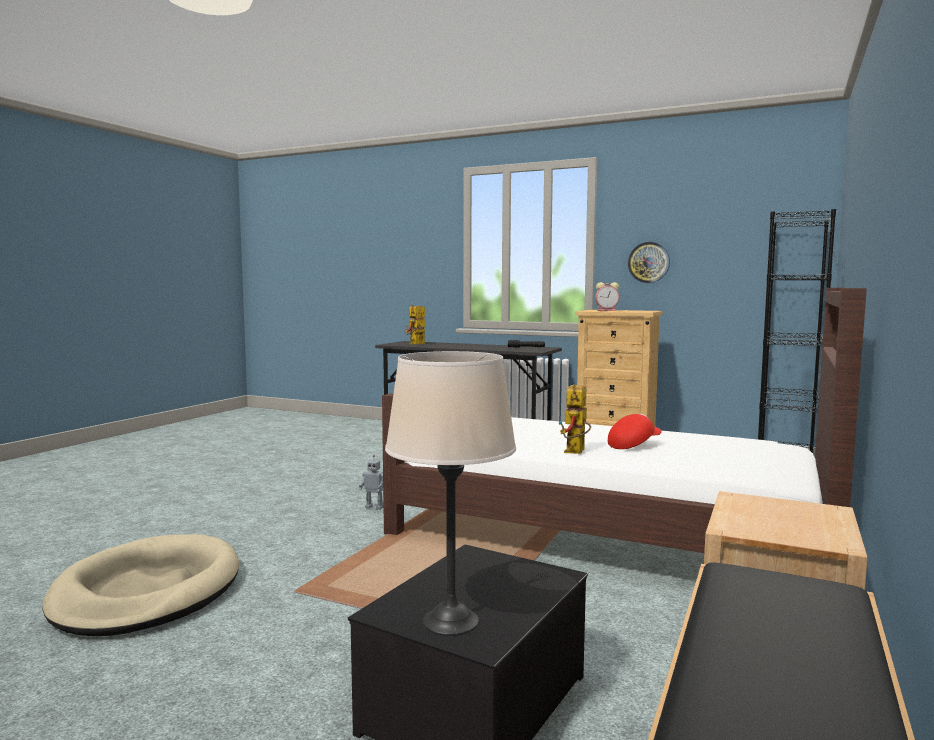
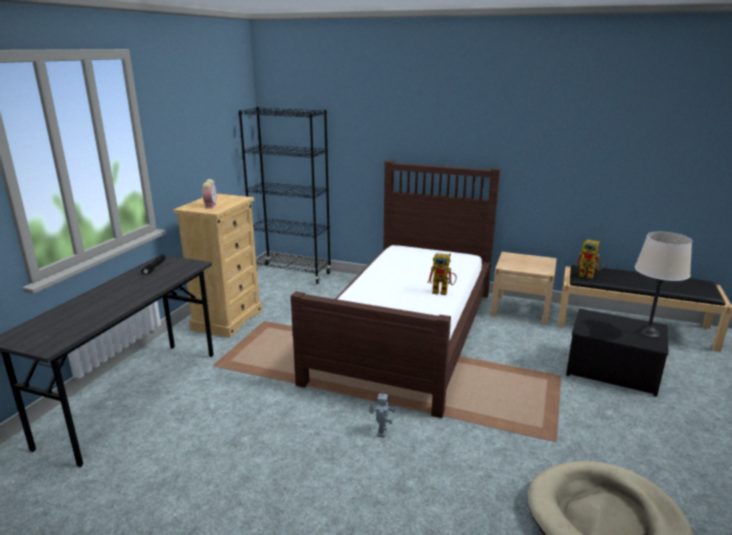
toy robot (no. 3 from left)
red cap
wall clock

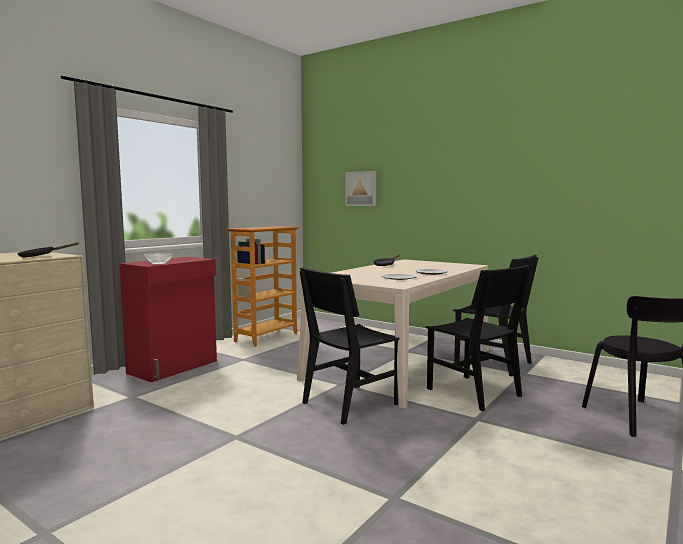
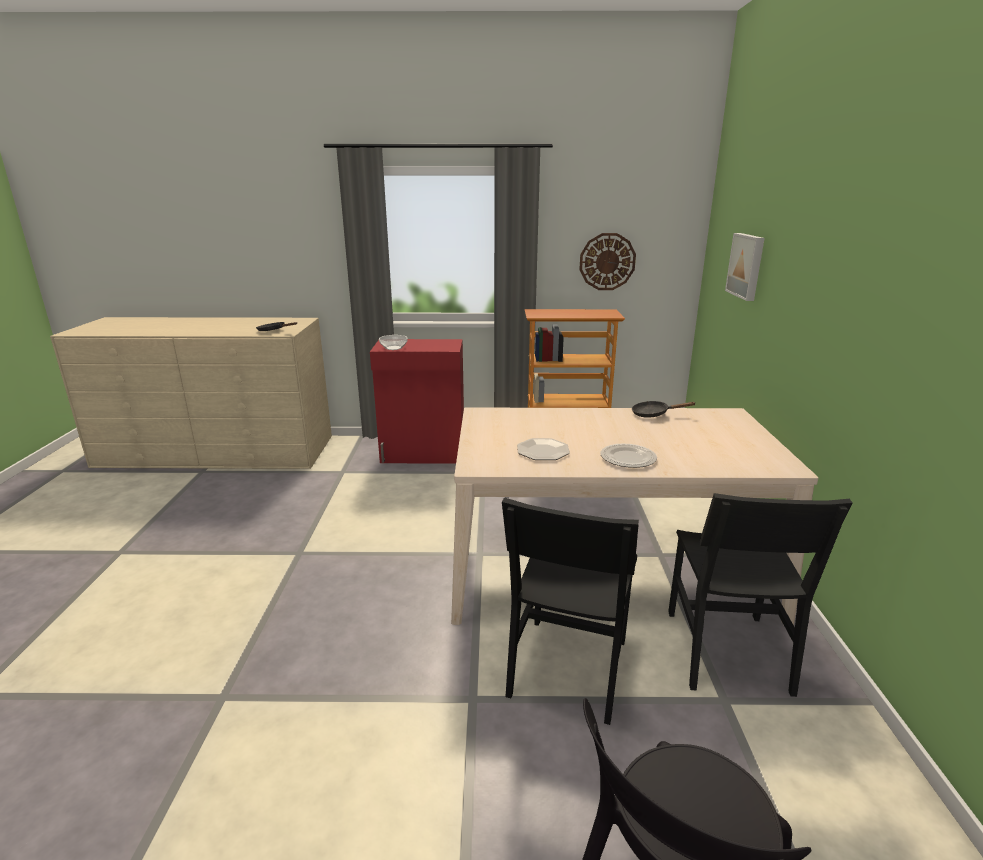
black chair (no. 1 from left in the first image)
wall clock

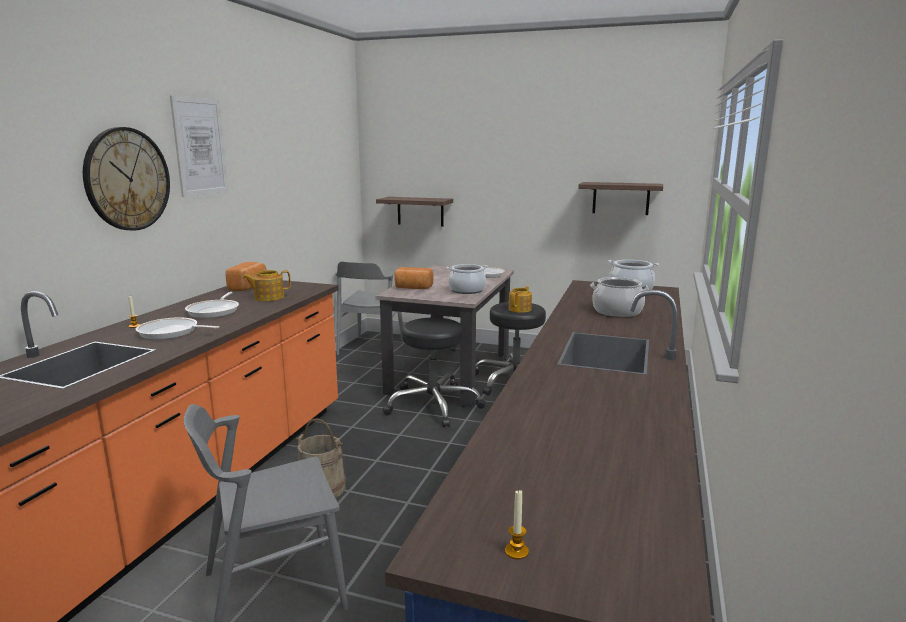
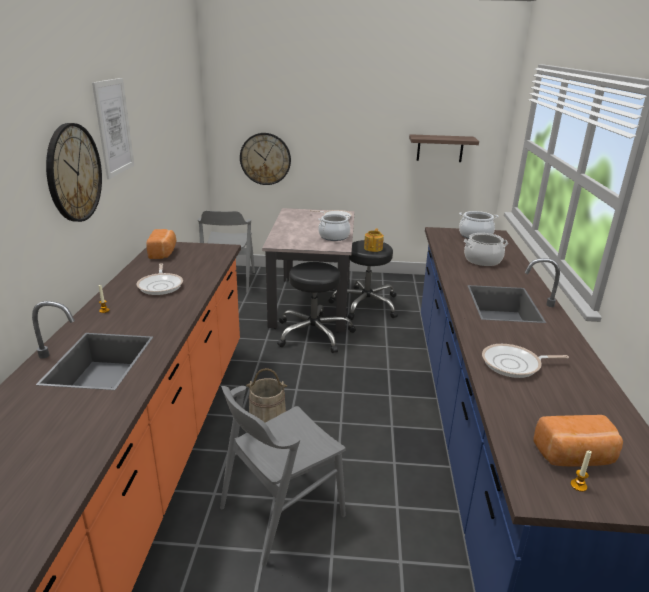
frying pan (no. 3 from left)
teapot (no. 1 from left in the first image)
wall clock (no. 2 from left)
bread (no. 2 from left)

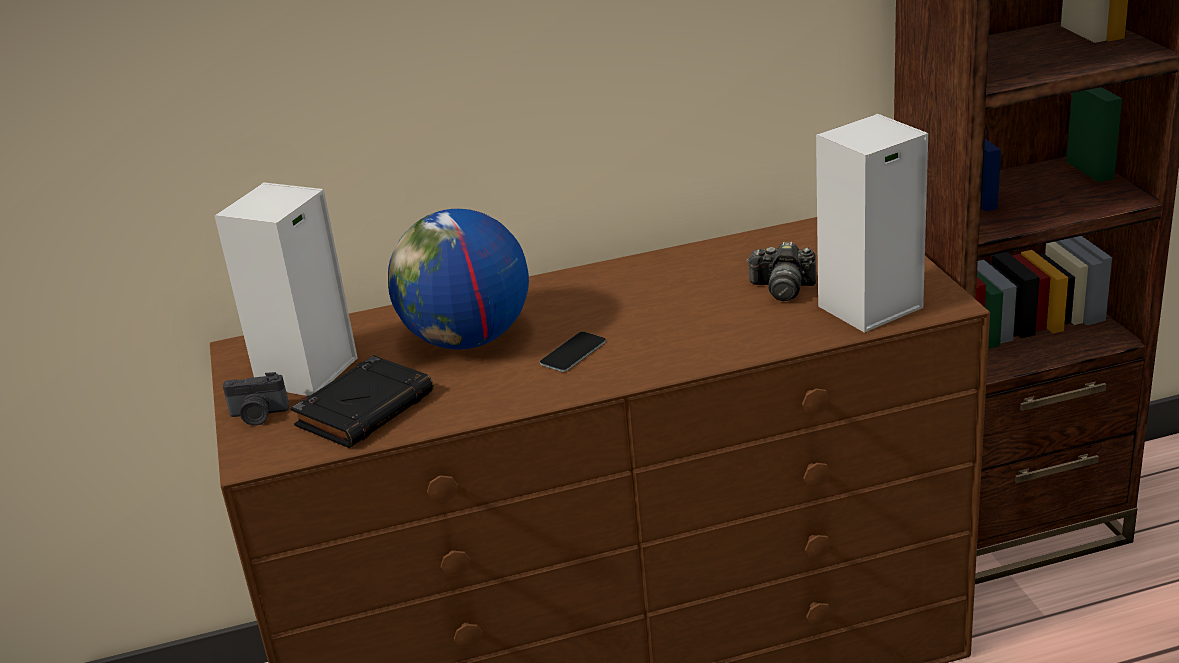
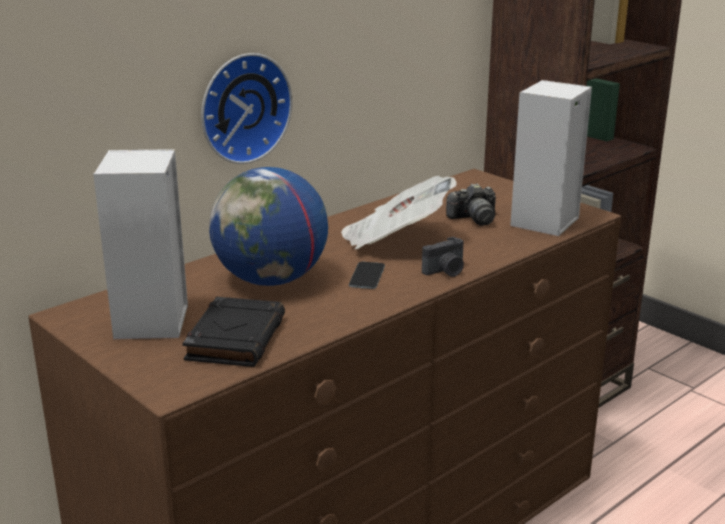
photo camera (no. 1 from left)
wall clock
newspaper

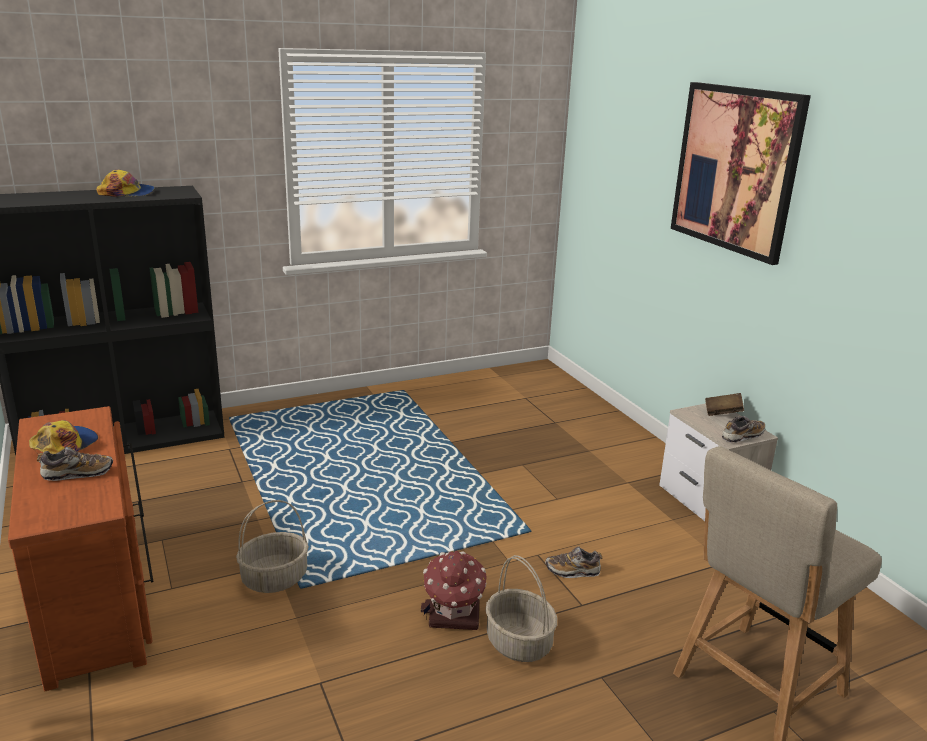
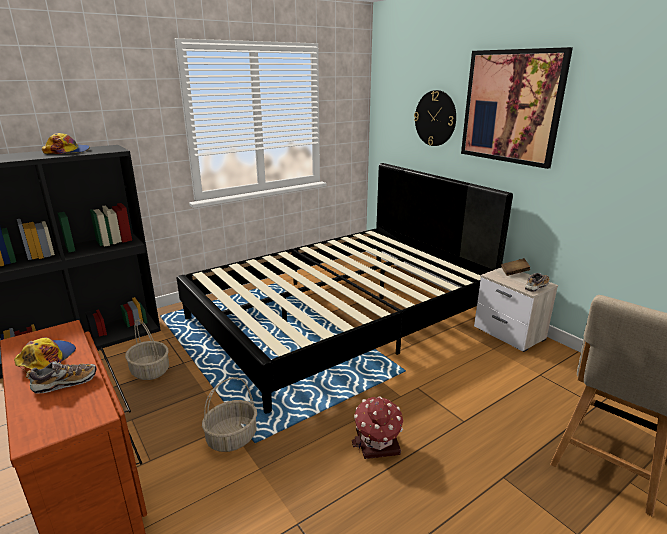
basket (no. 1 from left)
shoe (no. 2 from left in the first image)
black bed
wall clock

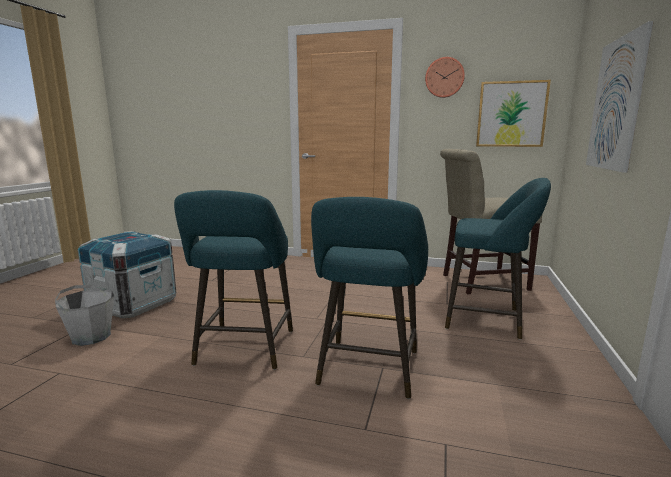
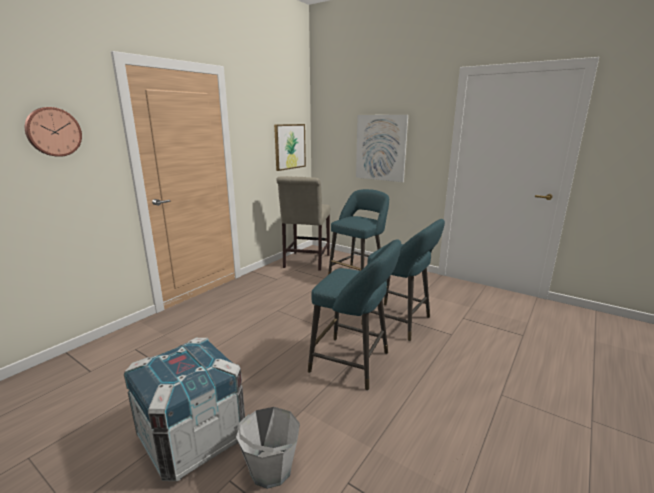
wall clock

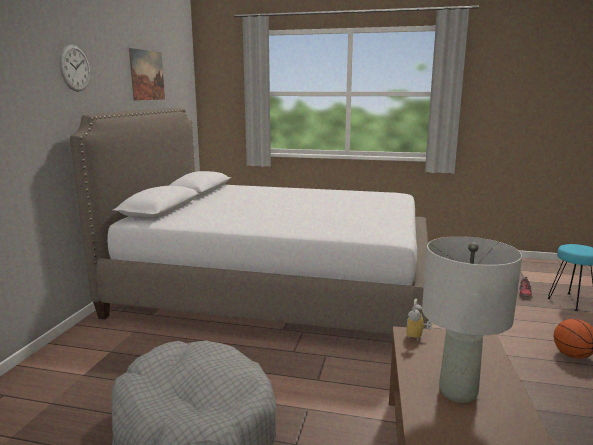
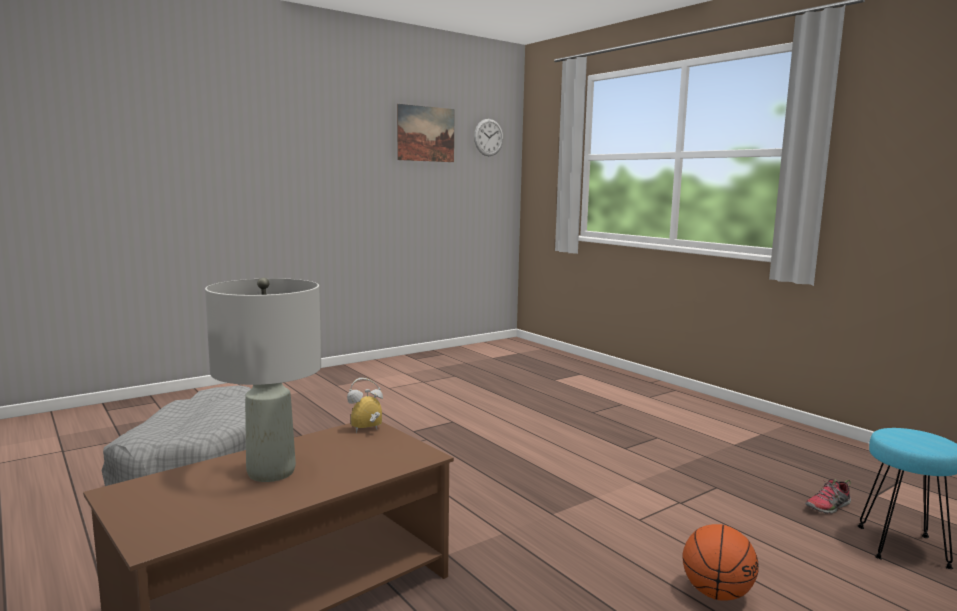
wall clock
bed

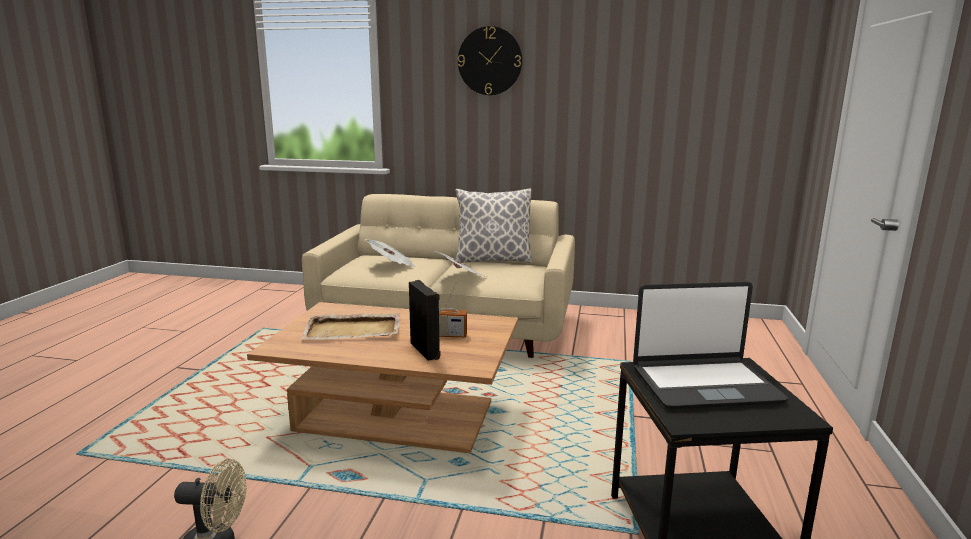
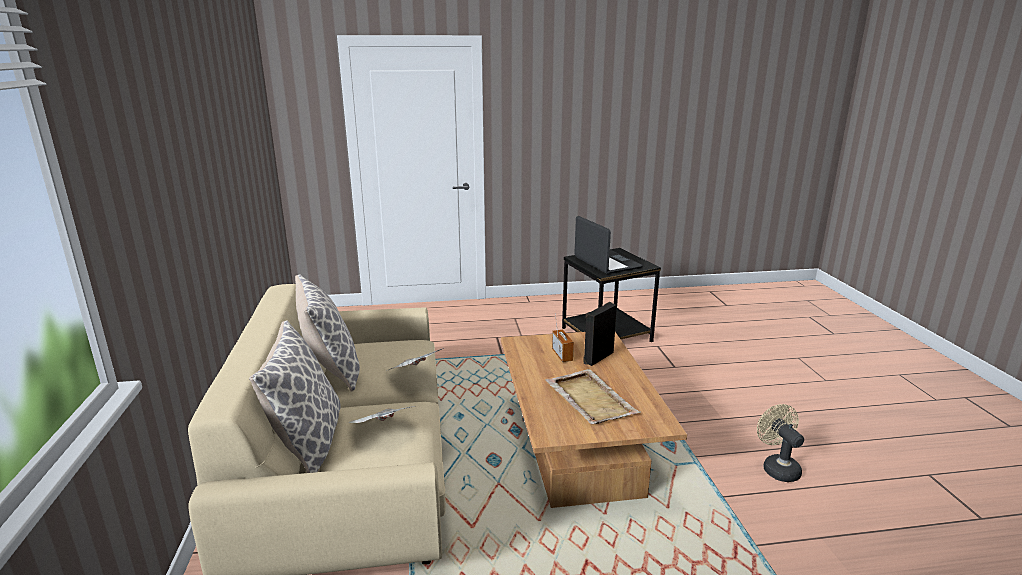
wall clock
pillow (no. 1 from left)

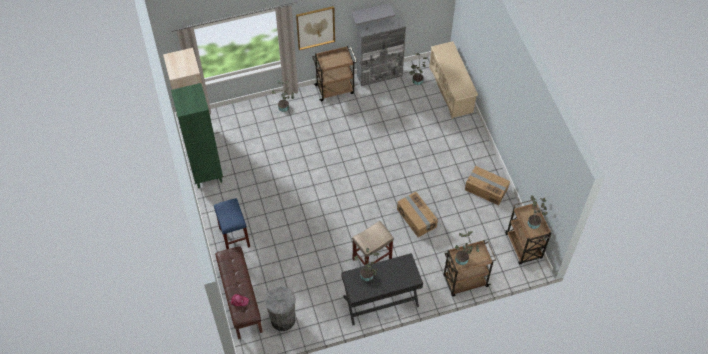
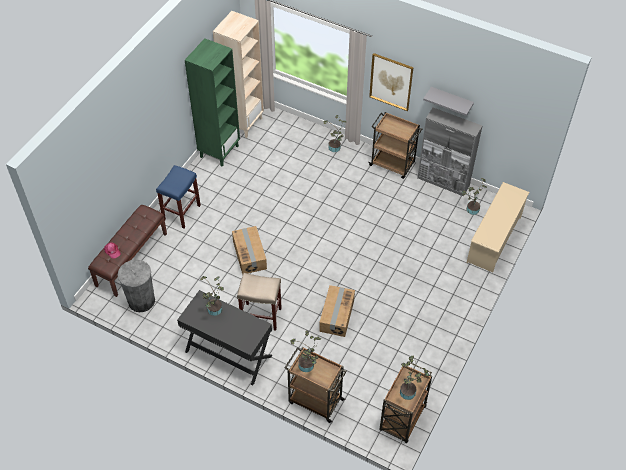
cardboard box (no. 1 from left)

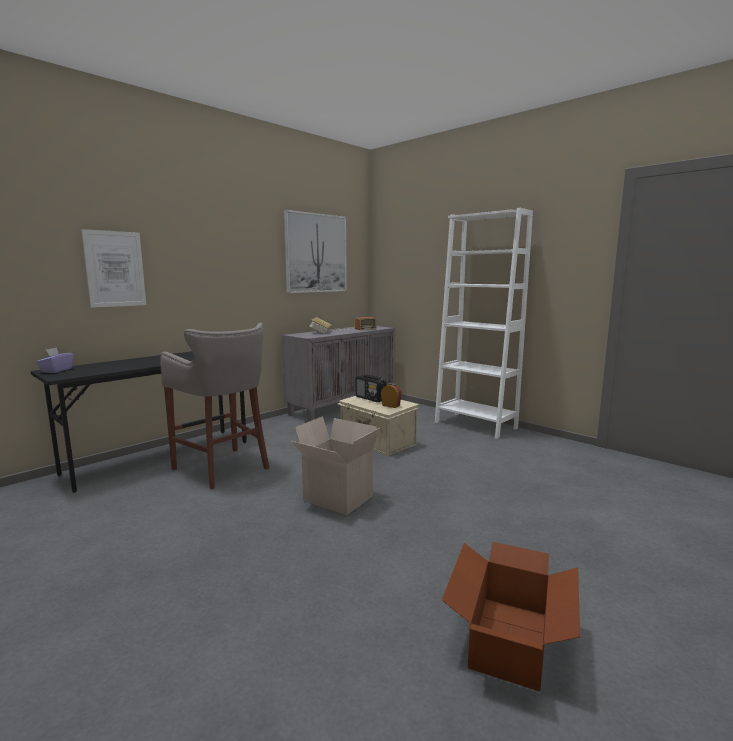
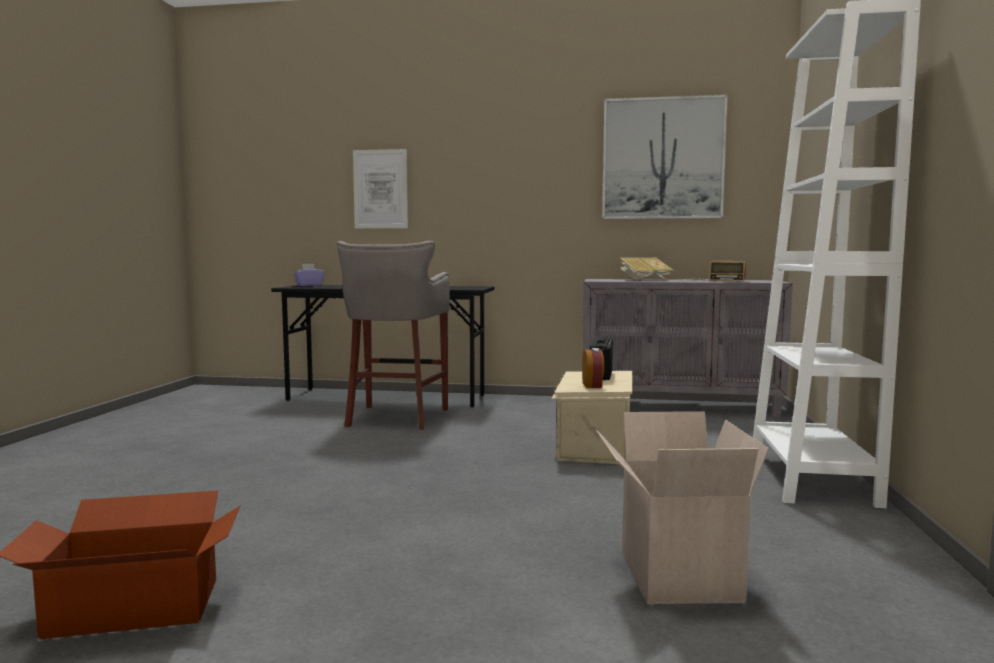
cardboard box (no. 2 from left)

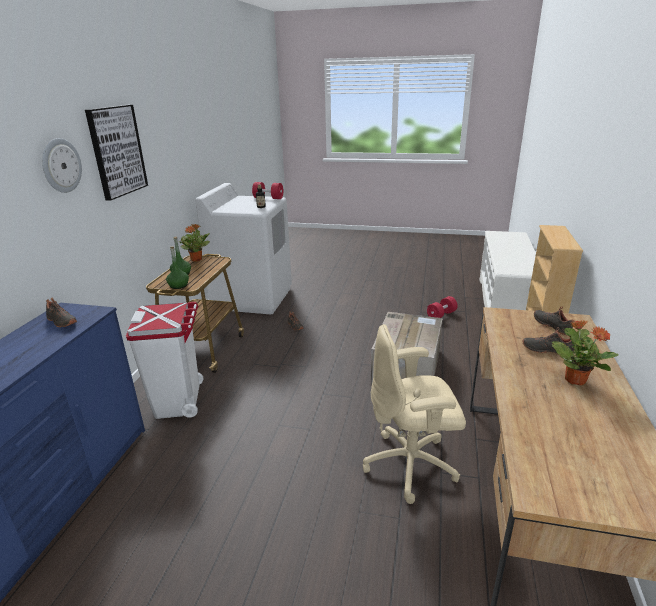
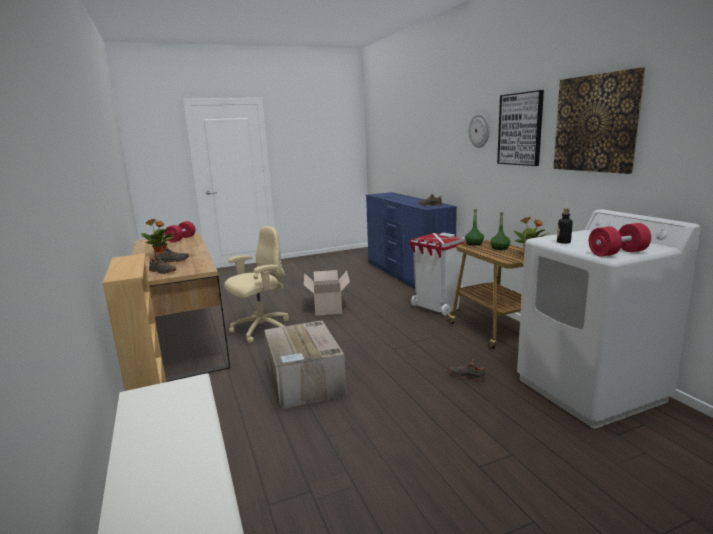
red dumbbell (no. 1 from left)
cardboard box (no. 2 from left)
picture (no. 2 from left)

